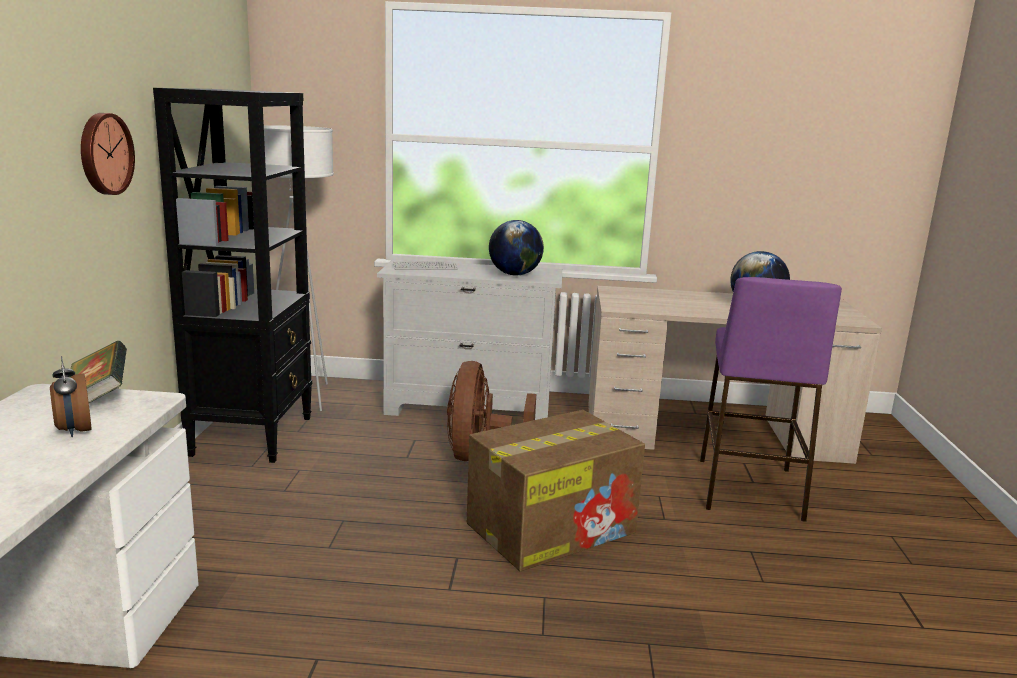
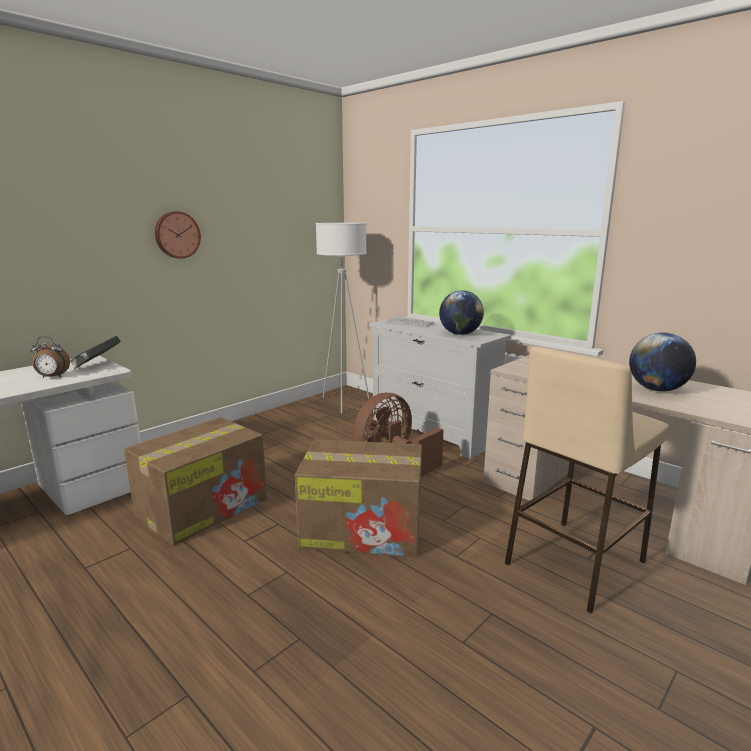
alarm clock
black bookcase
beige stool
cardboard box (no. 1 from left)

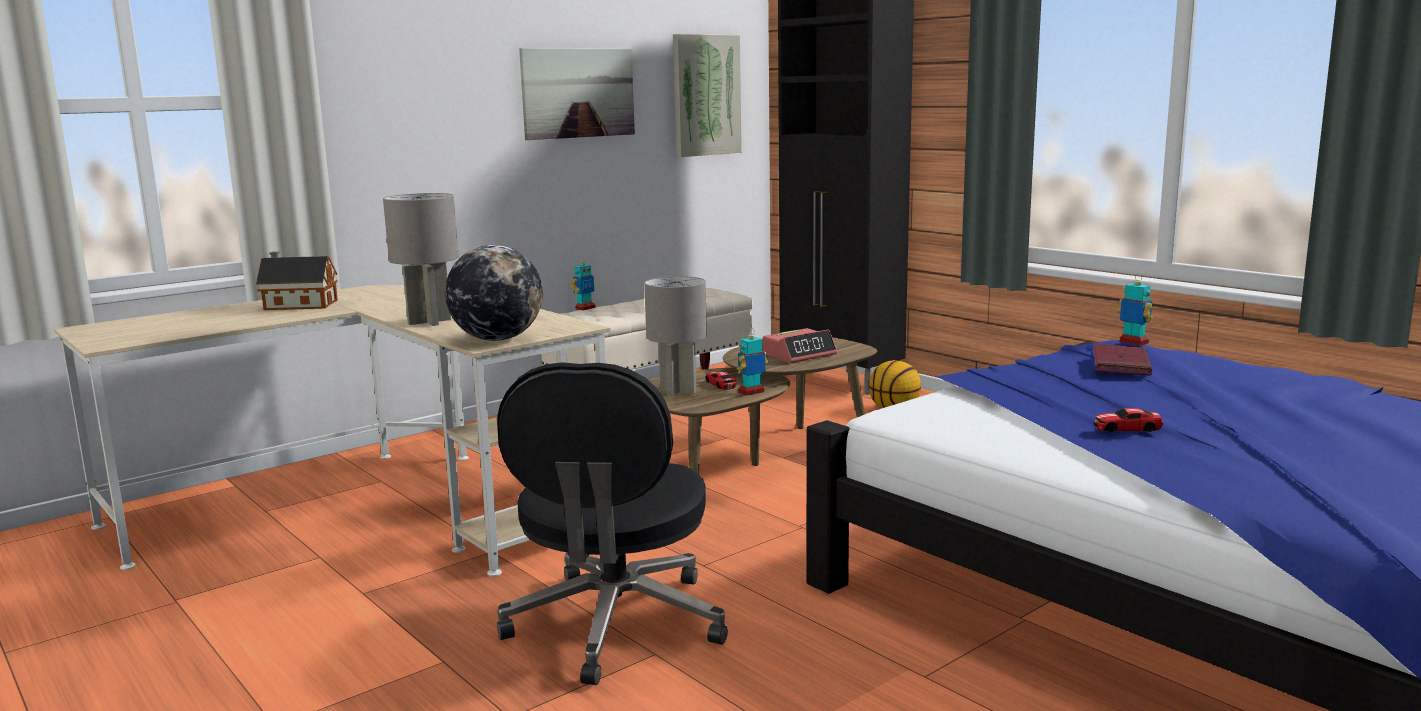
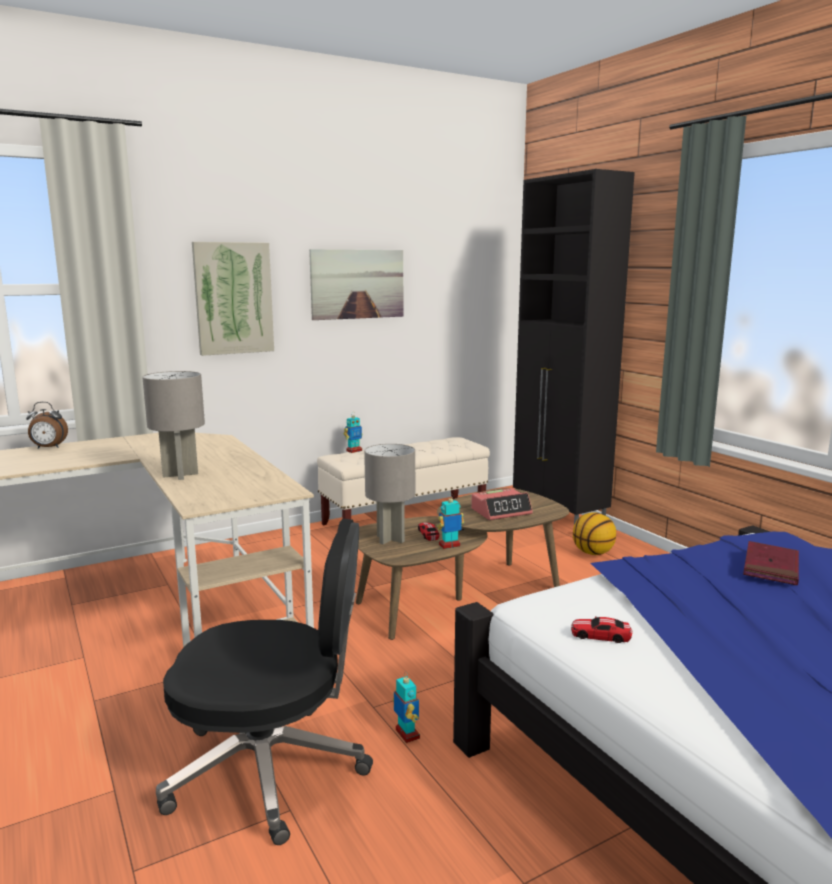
toy house
globe
black office chair
picture (no. 1 from left)
toy car (no. 2 from left)
toy robot (no. 2 from left)
alarm clock (no. 1 from left)

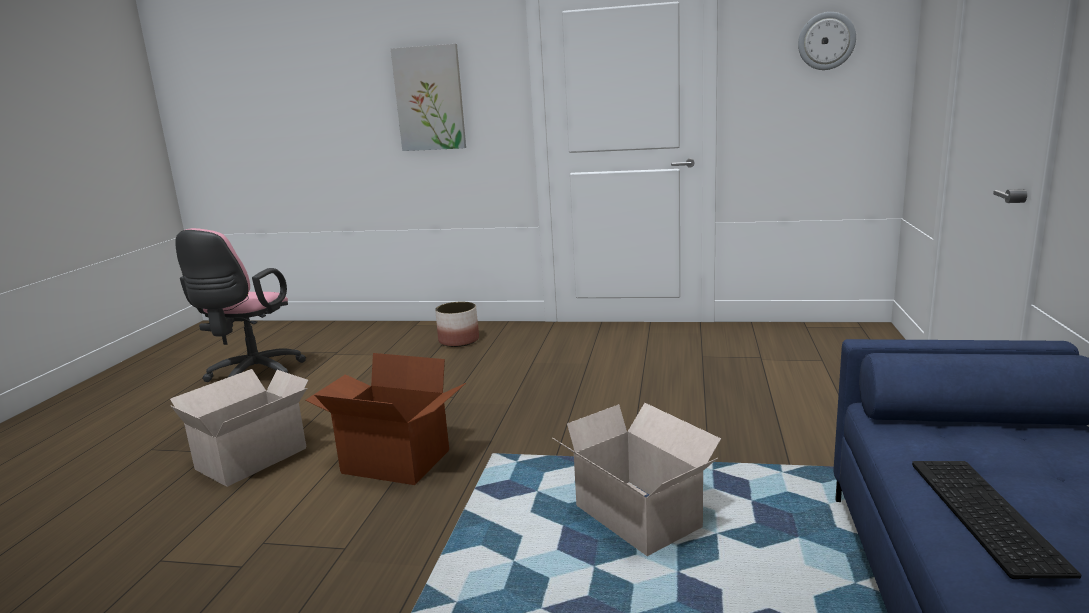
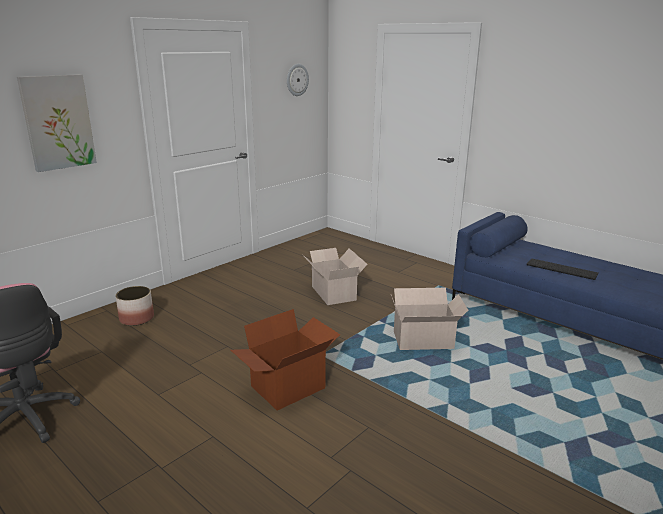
cardboard box (no. 2 from left)

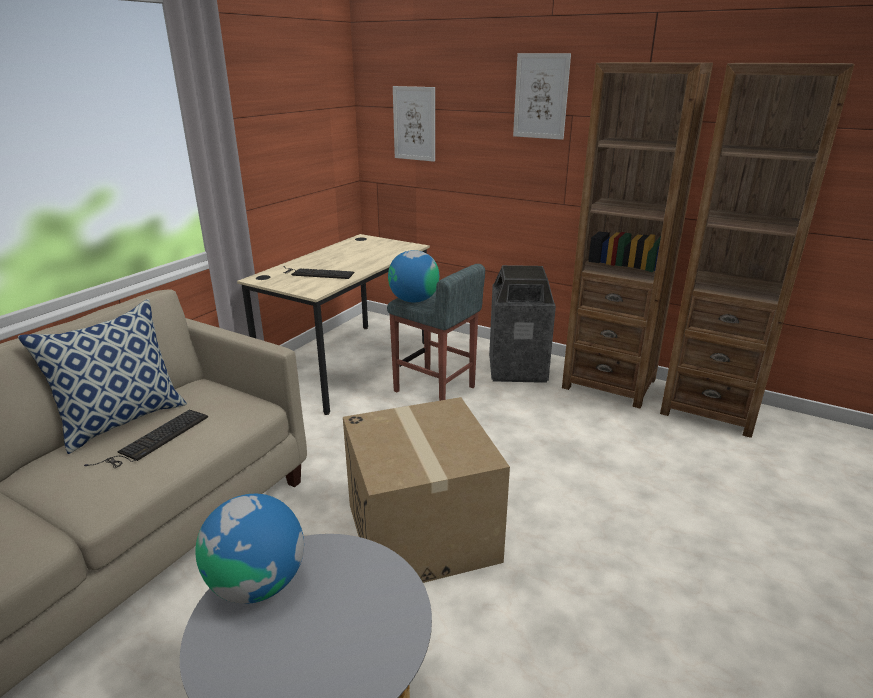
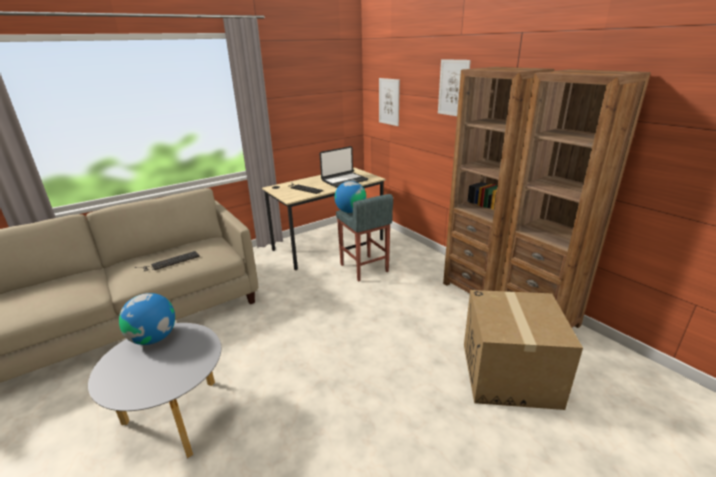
pillow
cardboard box
trash can
laptop

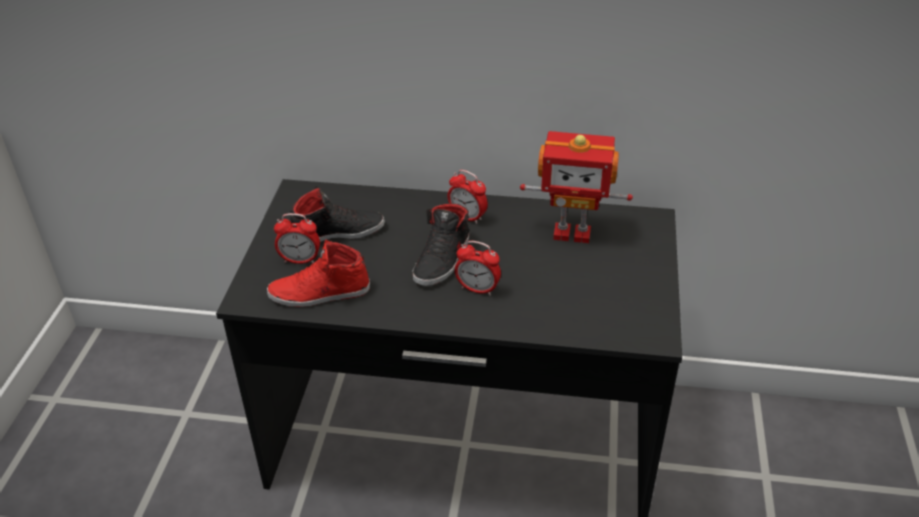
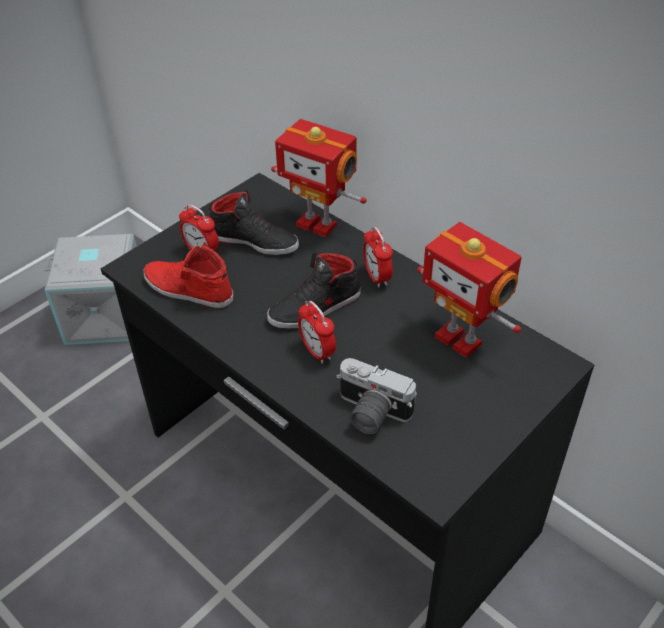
grey storage box
toy robot (no. 1 from left)
photo camera

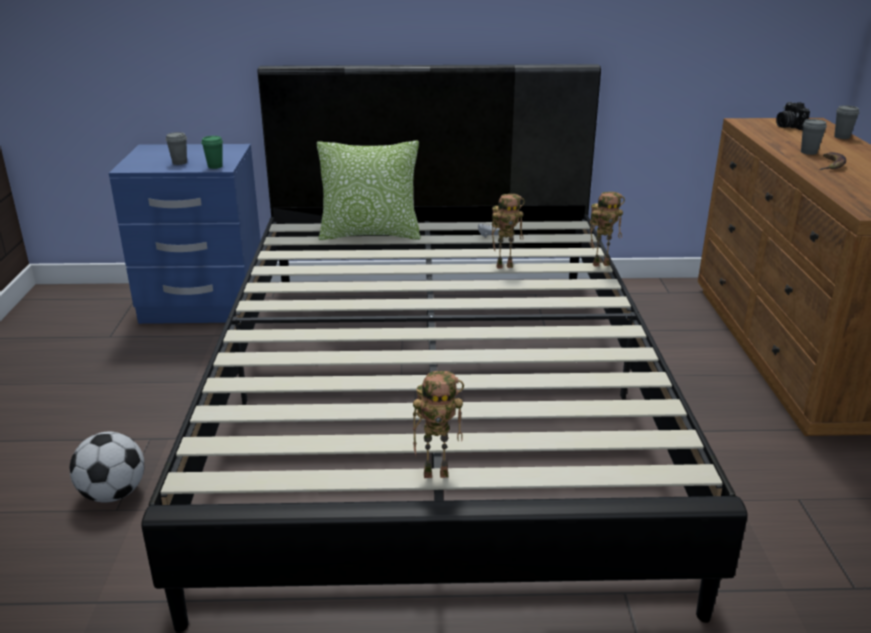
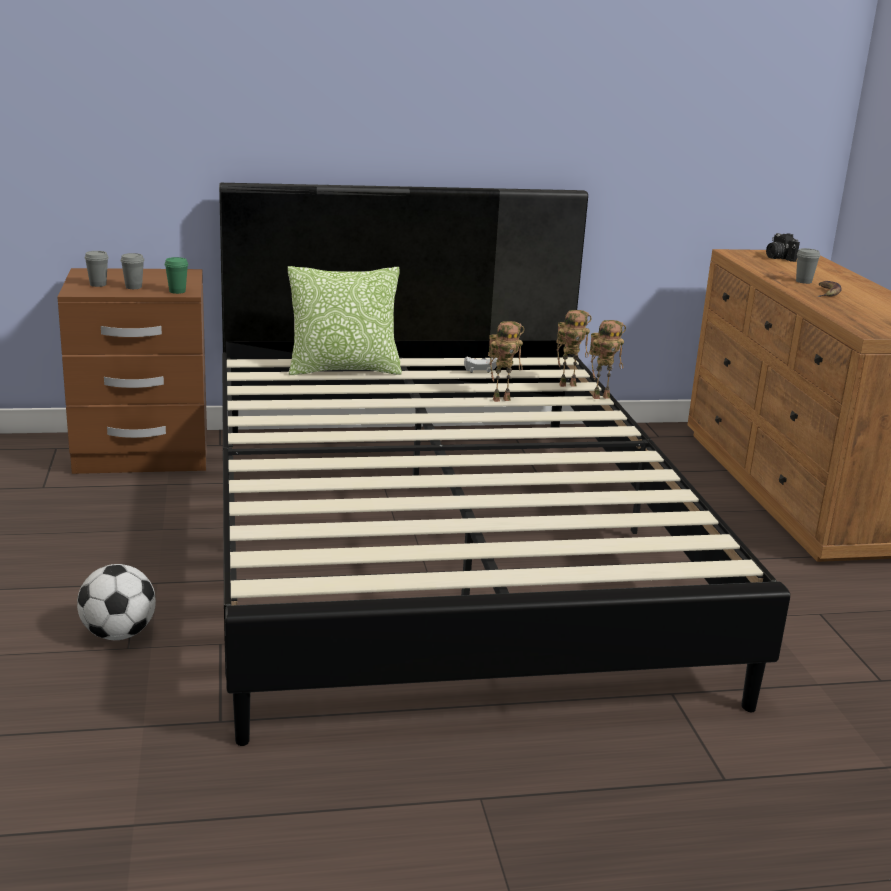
brown nightstand
toy robot (no. 2 from left)
grey cup (no. 1 from left)

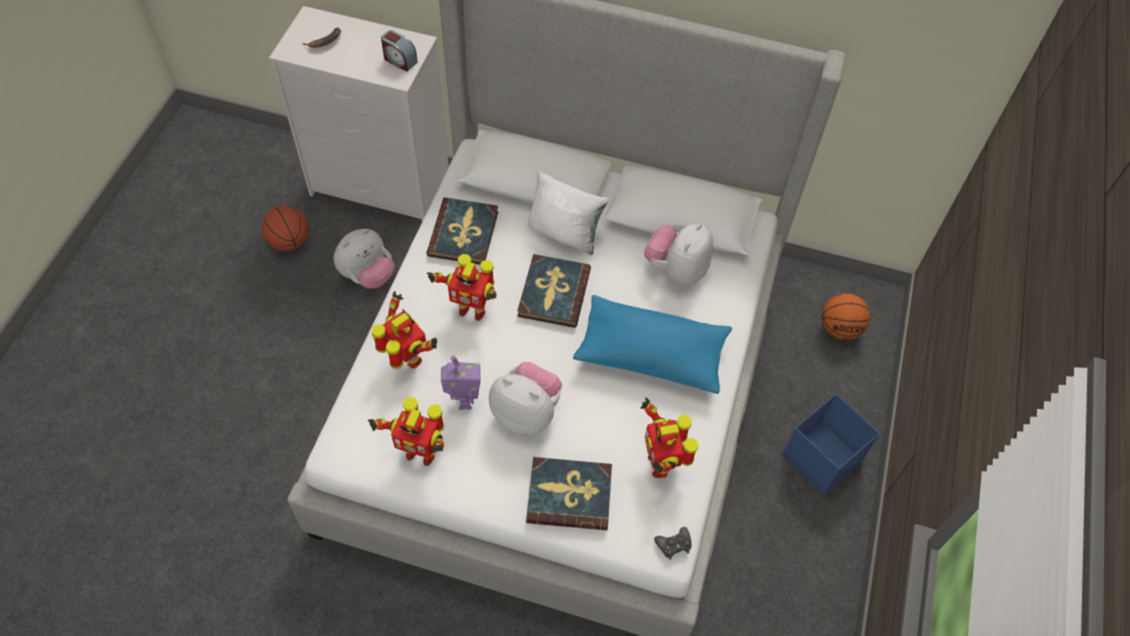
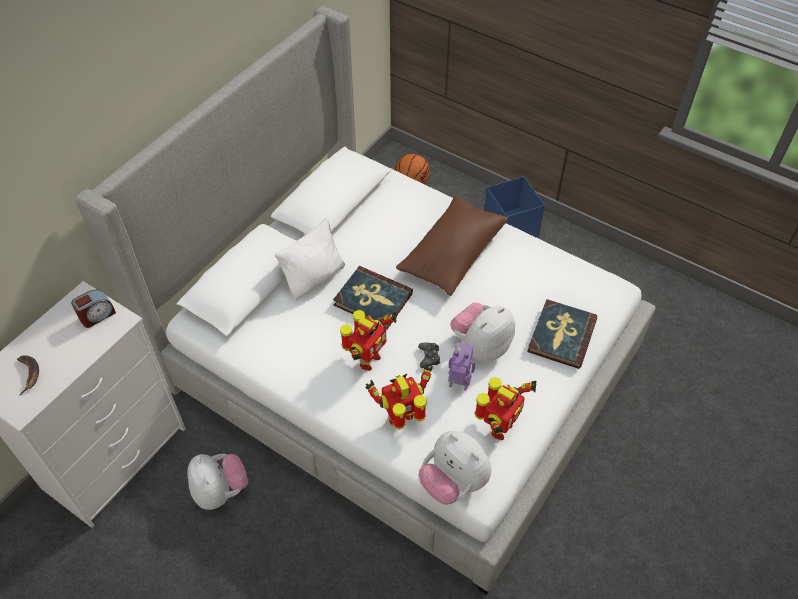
basketball (no. 1 from left in the first image)
book (no. 1 from left in the first image)
brown pillow
toy robot (no. 5 from left in the first image)
plush toy (no. 2 from left)
black game controller

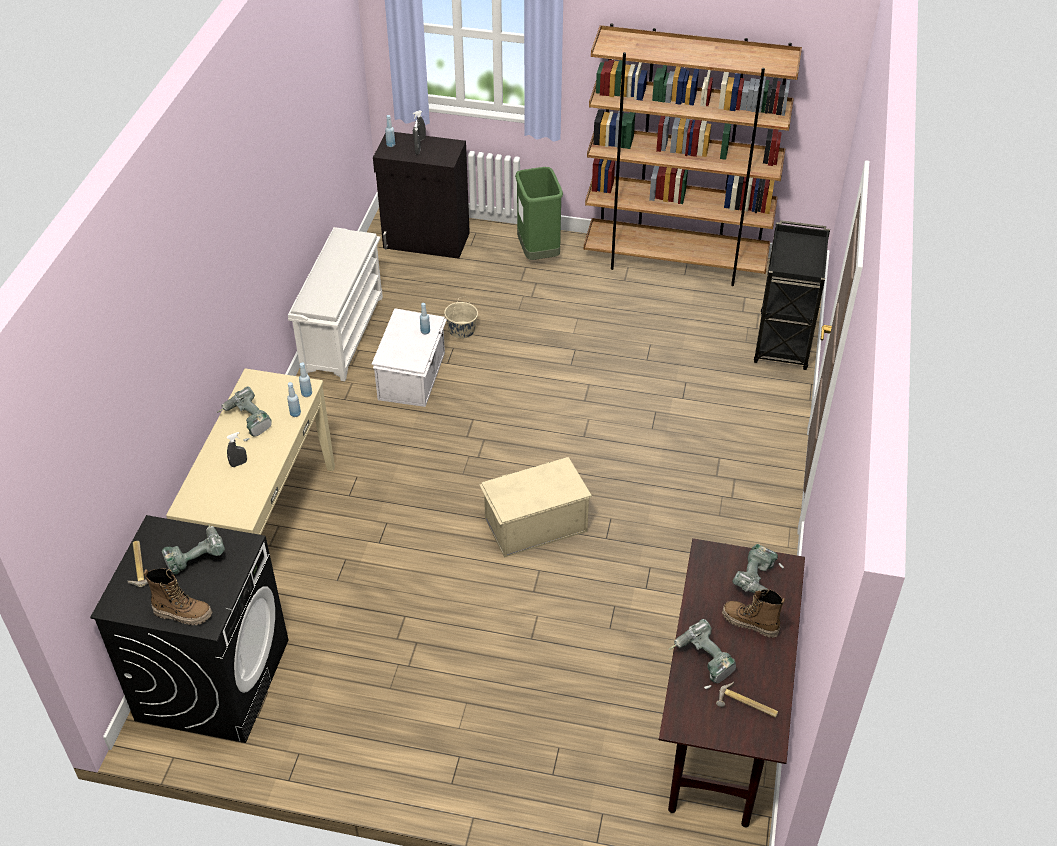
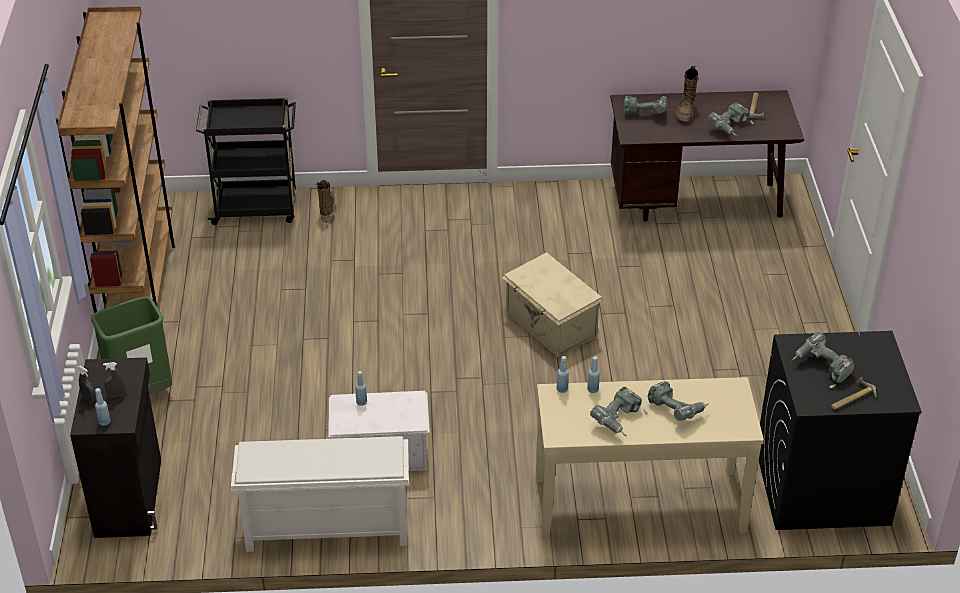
boot (no. 1 from left)
power drill (no. 3 from left)
beige bucket

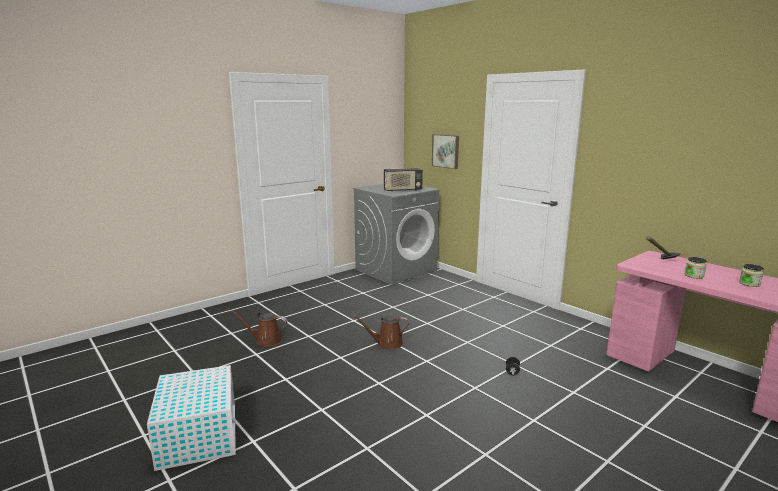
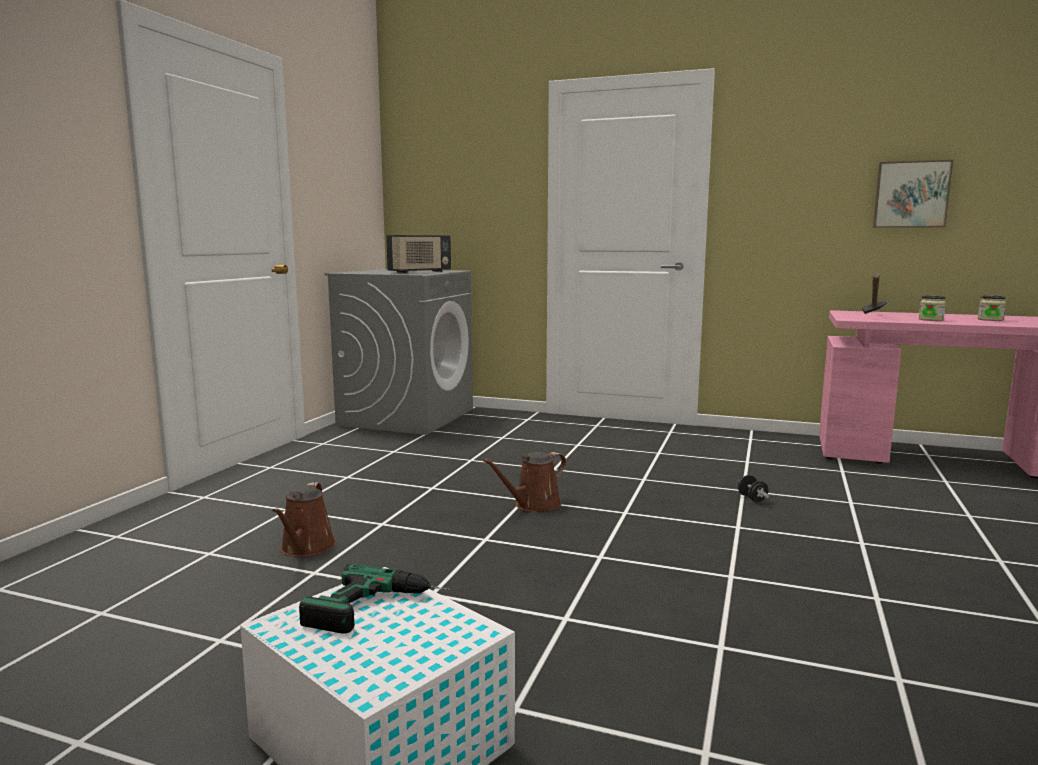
brown watering can (no. 1 from left)
picture
power drill

